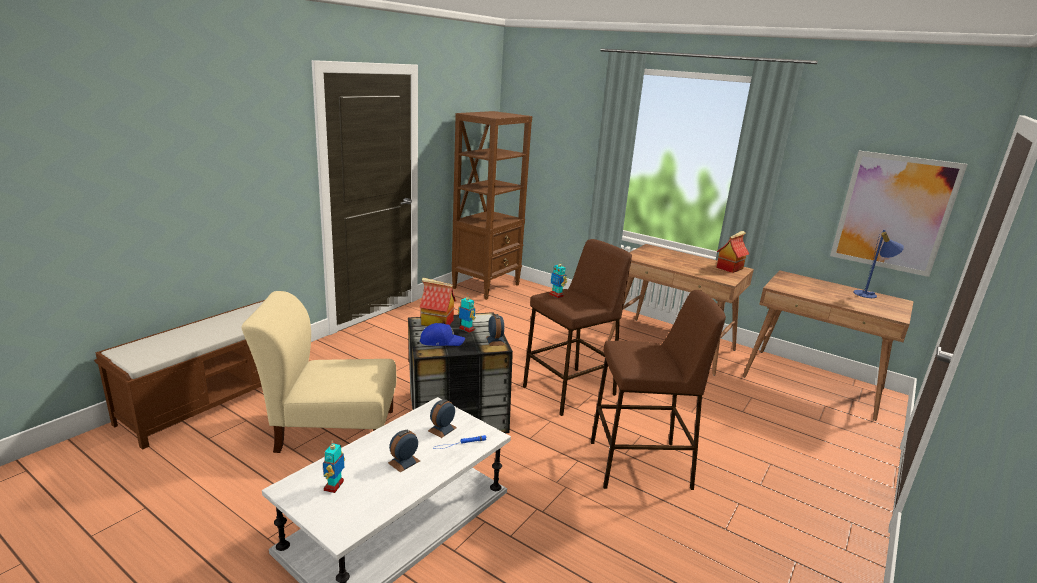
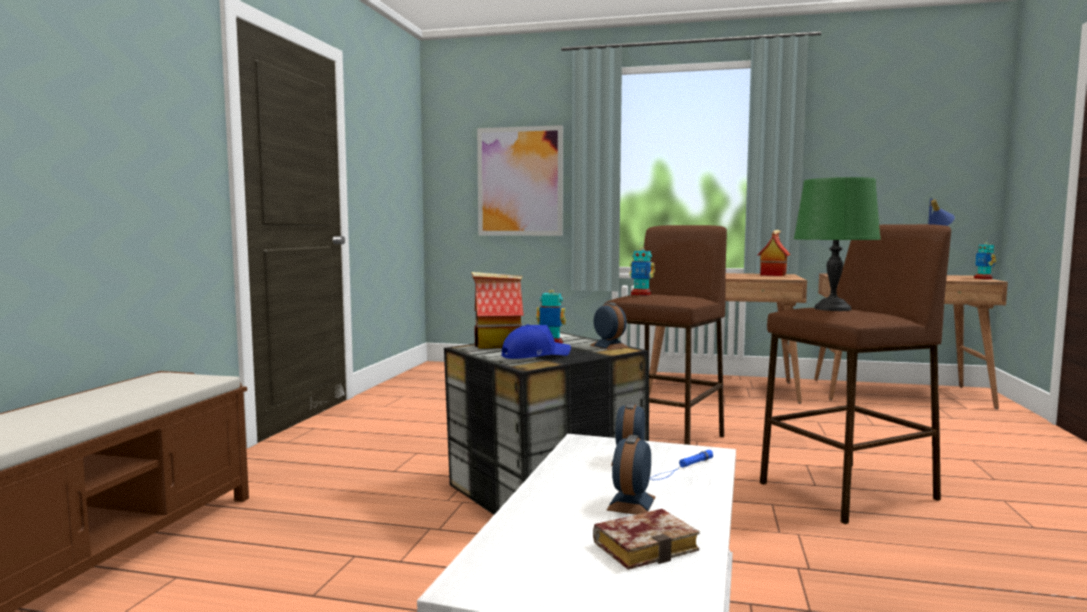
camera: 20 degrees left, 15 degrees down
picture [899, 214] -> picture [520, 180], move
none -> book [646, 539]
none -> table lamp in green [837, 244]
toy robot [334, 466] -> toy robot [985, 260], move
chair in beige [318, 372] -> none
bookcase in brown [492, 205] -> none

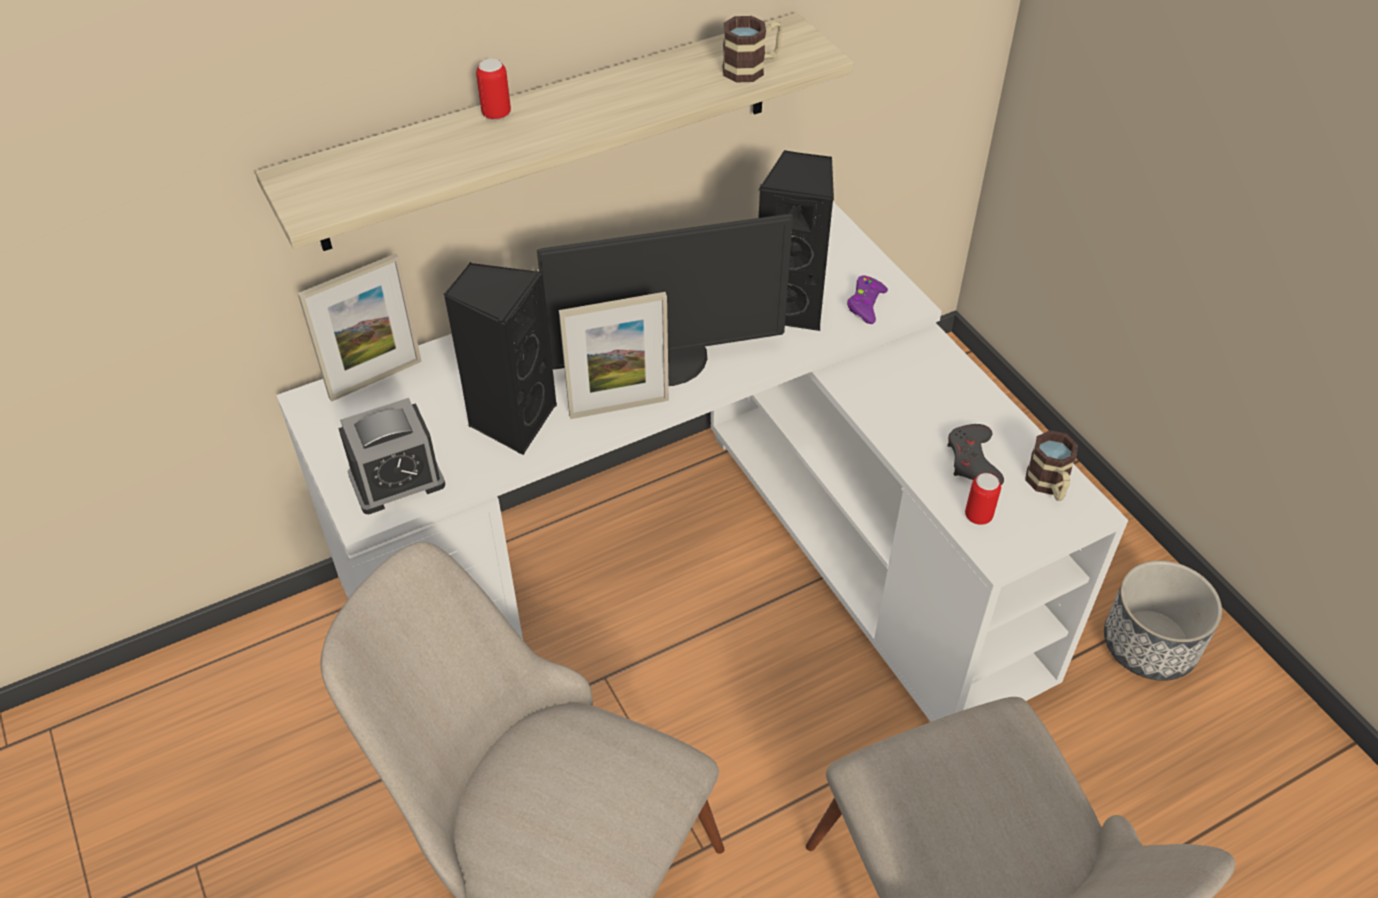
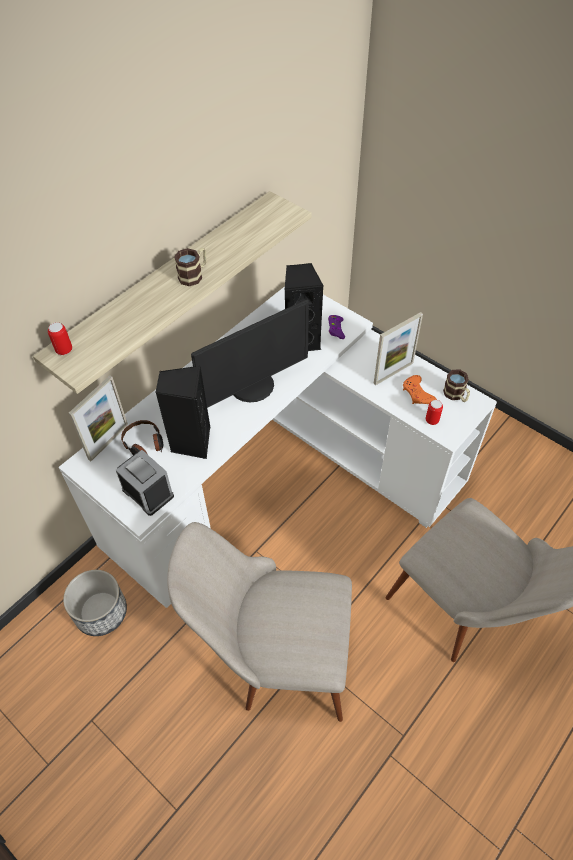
camera: 20 degrees left, 5 degrees up
can [493, 89] -> can [60, 338], move
planter [1163, 621] -> planter [95, 603], move
alarm clock [391, 456] -> alarm clock [145, 483], 90 degrees counterclockwise
none -> headphones [142, 437]
mug [752, 49] -> mug [190, 267], move
picture frame [614, 355] -> picture frame [398, 348], move
game controller in grey [975, 454] -> game controller in orange [420, 389]

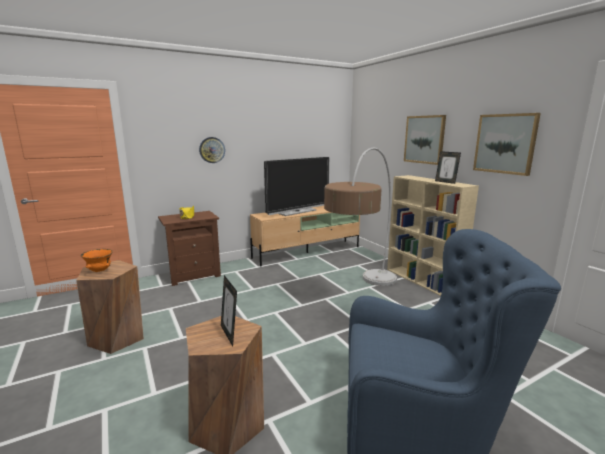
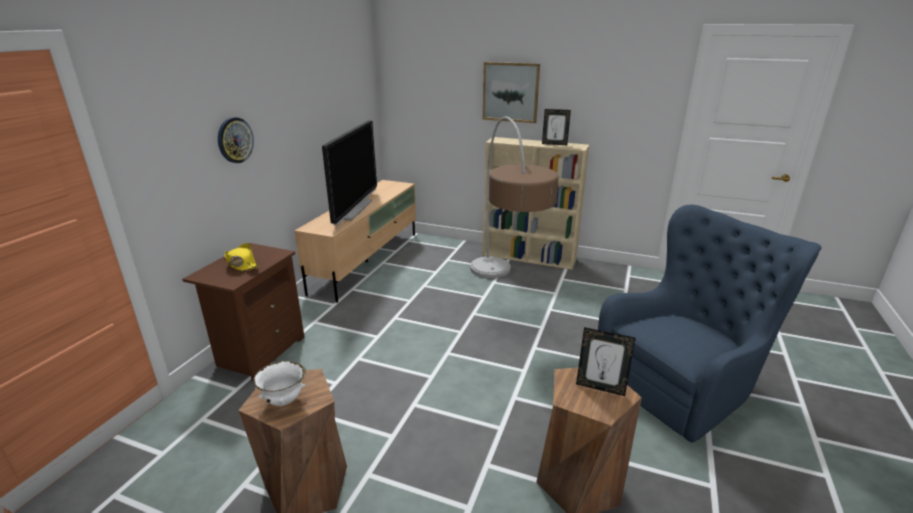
camera: 40 degrees left, 10 degrees up
bowl in orange [97, 260] -> bowl in white [279, 383]
picture [507, 144] -> none

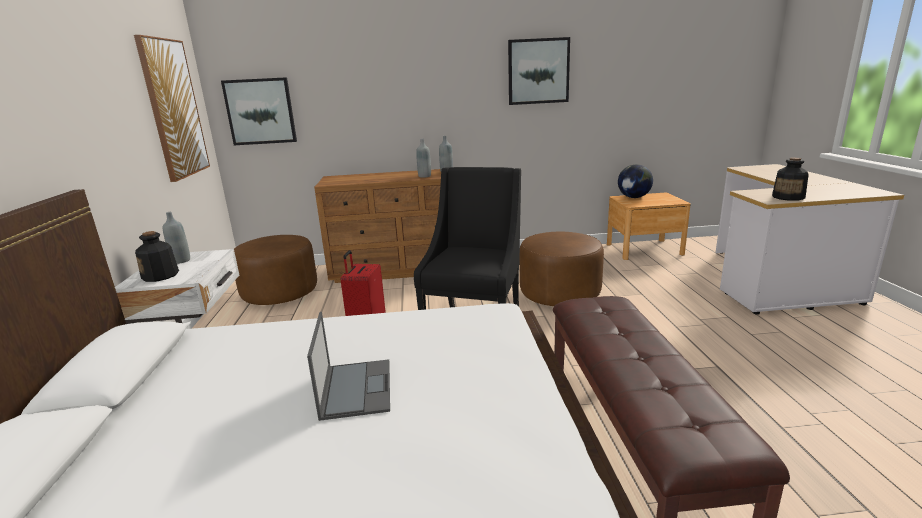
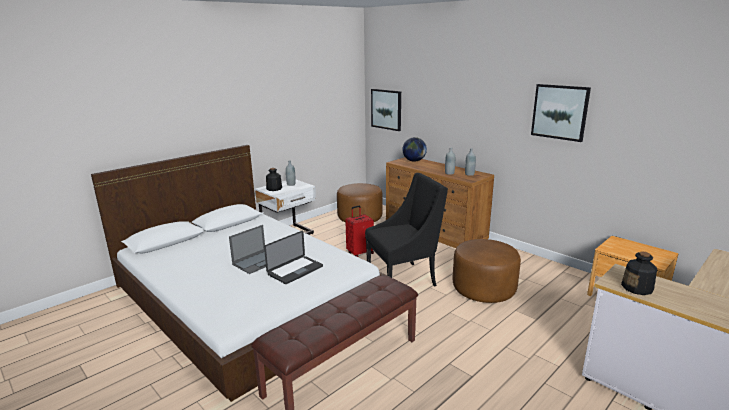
camera: 50 degrees right, 0 degrees up
none -> laptop [293, 257]
globe [635, 181] -> globe [414, 149], move
picture [172, 108] -> none

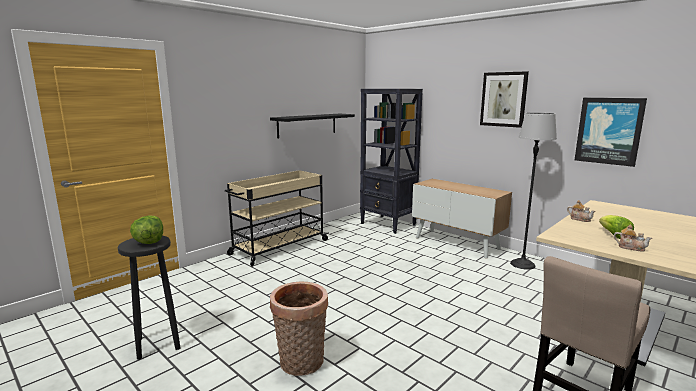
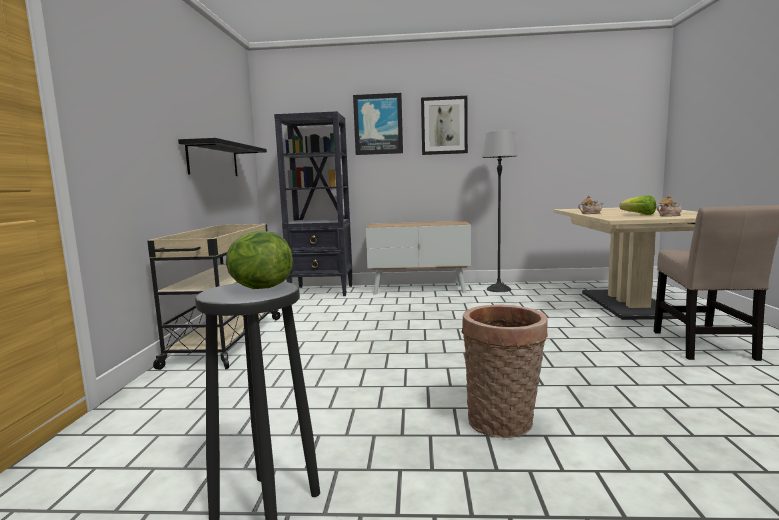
camera: 40 degrees left, 5 degrees down
picture [611, 132] -> picture [378, 124], move

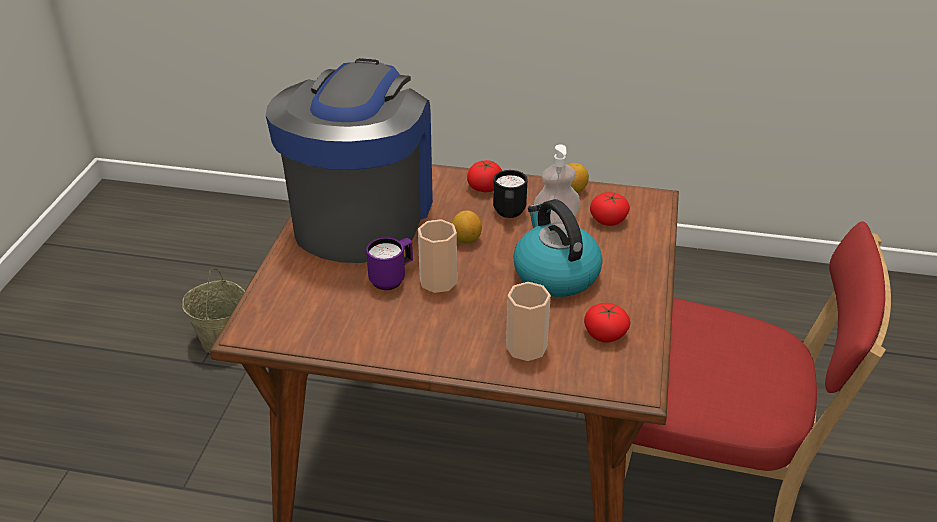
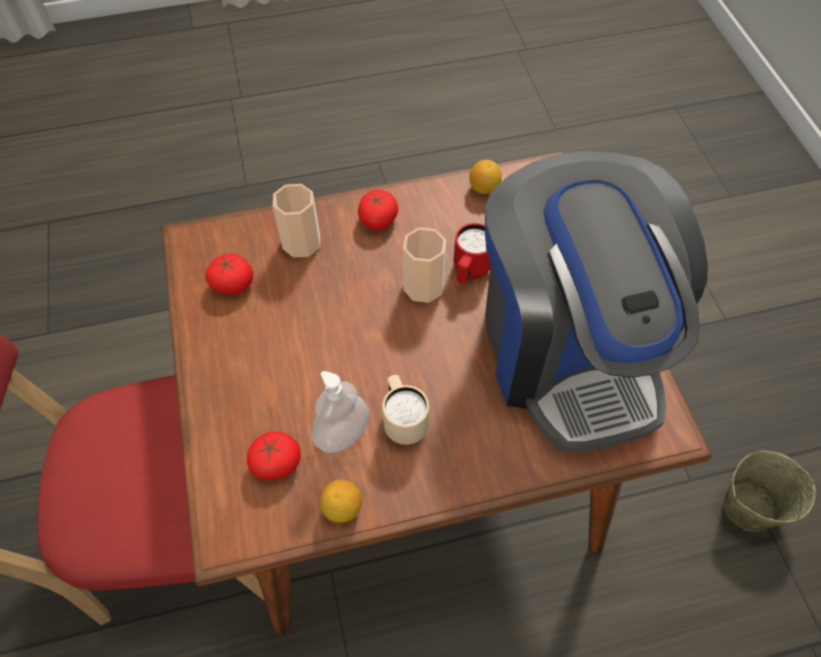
camera: 155 degrees right, 20 degrees up
tomato [484, 176] -> tomato [378, 210], move
mug in black [510, 194] -> mug in beige [405, 410]
mug in purple [389, 263] -> mug in red [472, 253]
lemon [467, 227] -> lemon [485, 177], move
kettle [558, 248] -> none

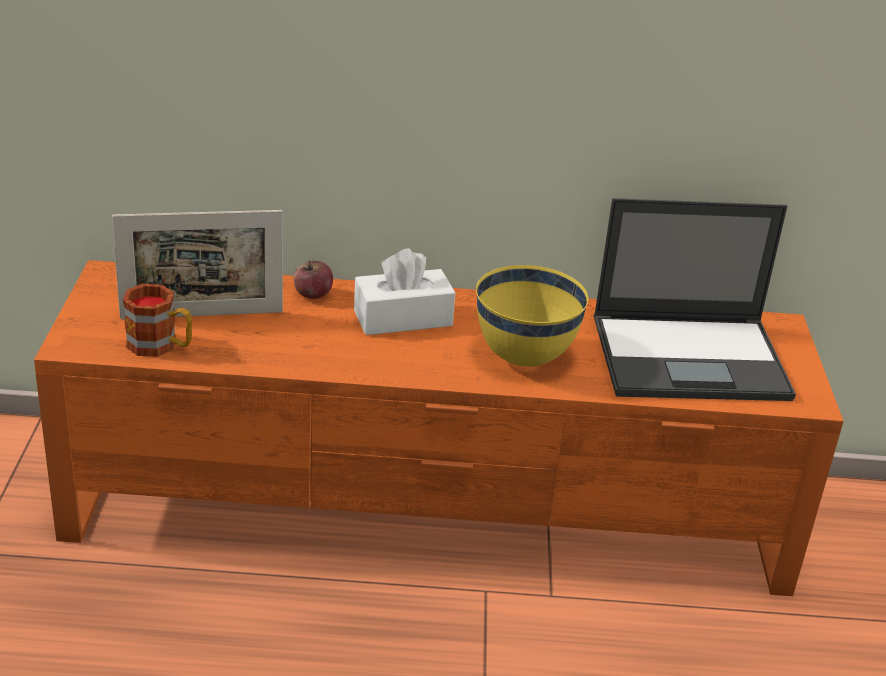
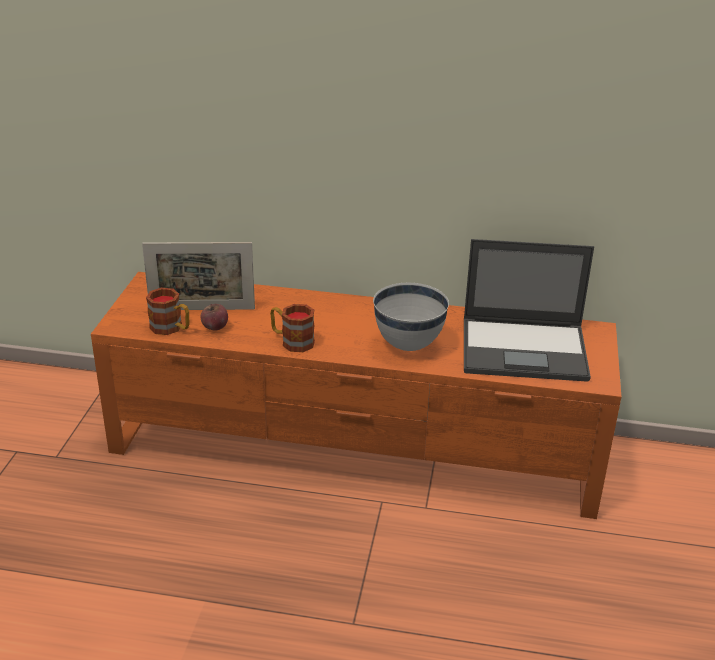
camera: 10 degrees right, 0 degrees up
apple [313, 279] -> apple [214, 317], move
none -> mug [292, 328]
bowl in yellow [532, 316] -> bowl in white [411, 317]
tissue box in white [404, 291] -> none

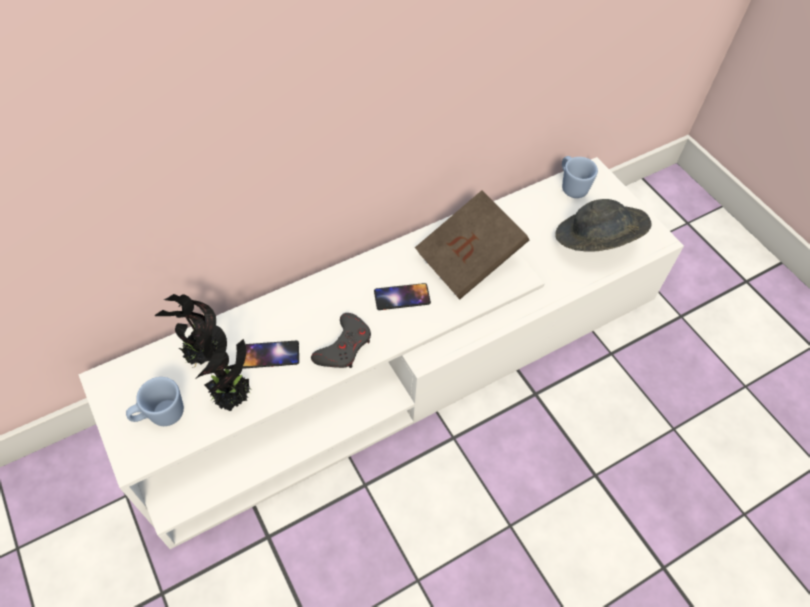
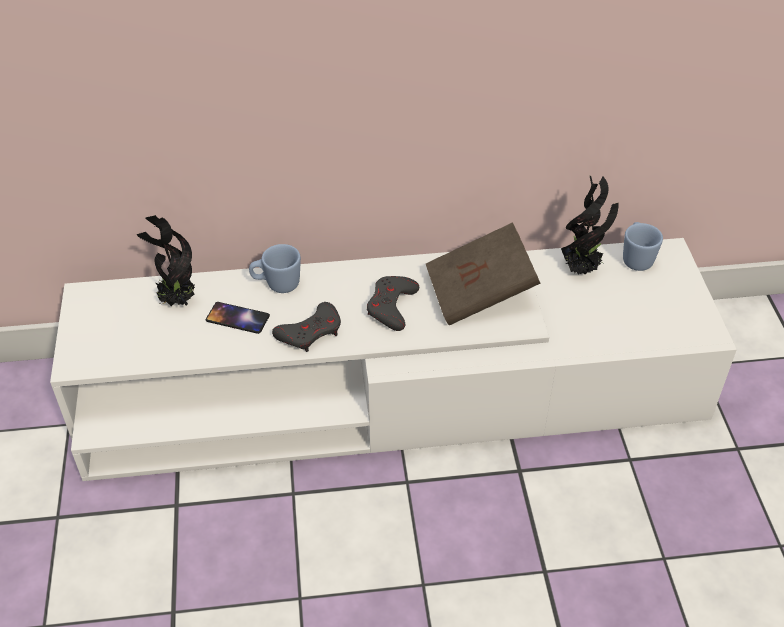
camera: 25 degrees right, 10 degrees down
mug in blue [155, 401] -> mug in blue [275, 268], move
phone [402, 296] -> game controller in grey [393, 303]
potted plant [223, 367] -> potted plant [589, 225], move
hat in grey [603, 225] -> none

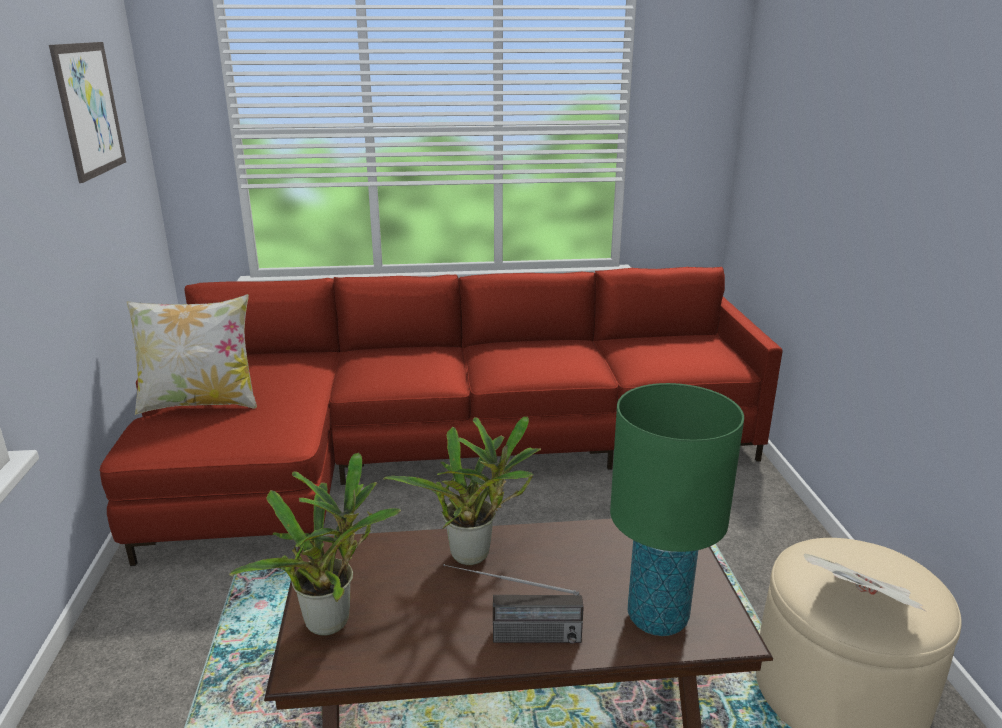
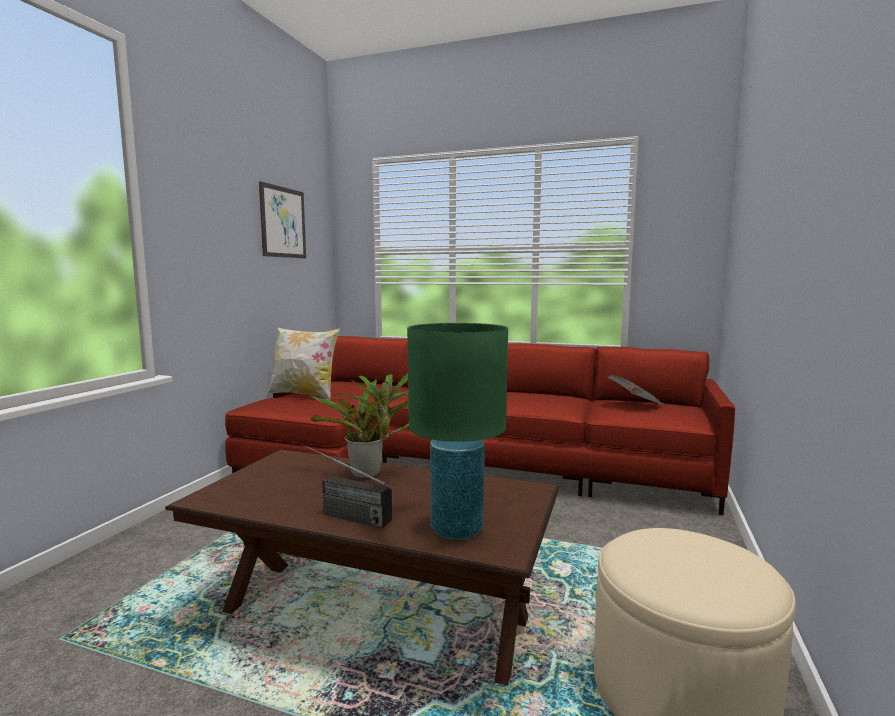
camera: 25 degrees right, 15 degrees down
newspaper [864, 582] -> newspaper [635, 389], move
potted plant [315, 544] -> none

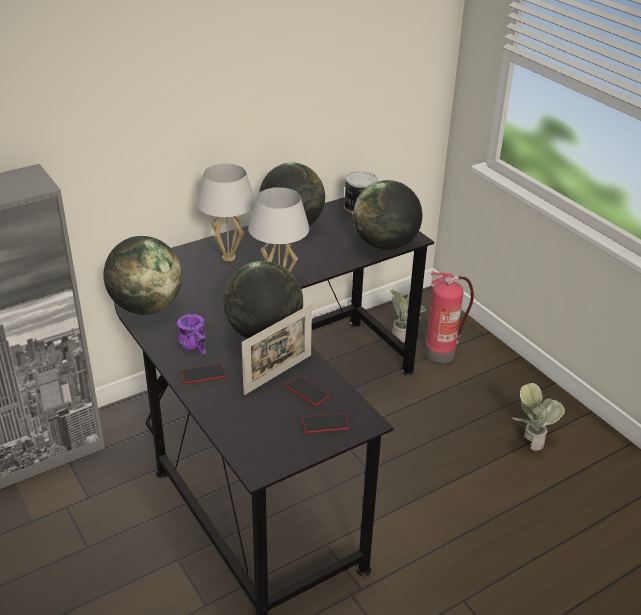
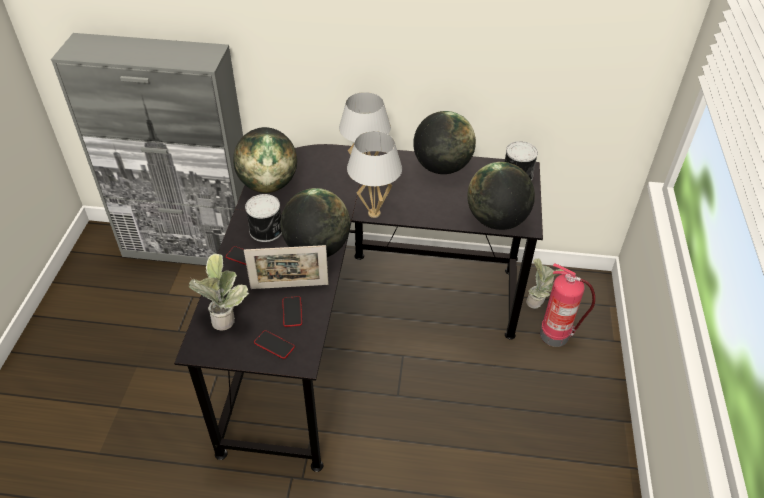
camera: 40 degrees right, 10 degrees up
potted plant [538, 417] -> potted plant [219, 292], move
mug in purple [191, 334] -> can [263, 218]

